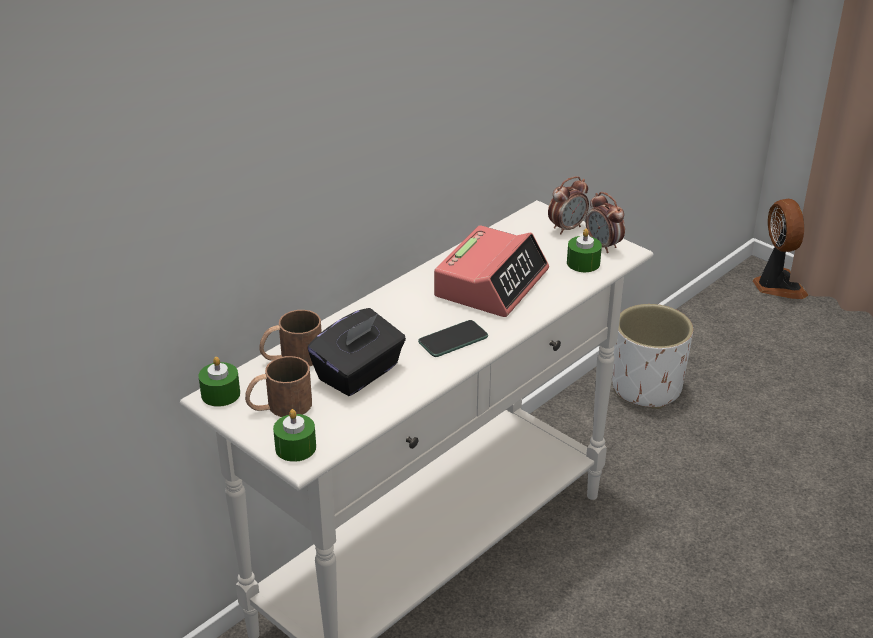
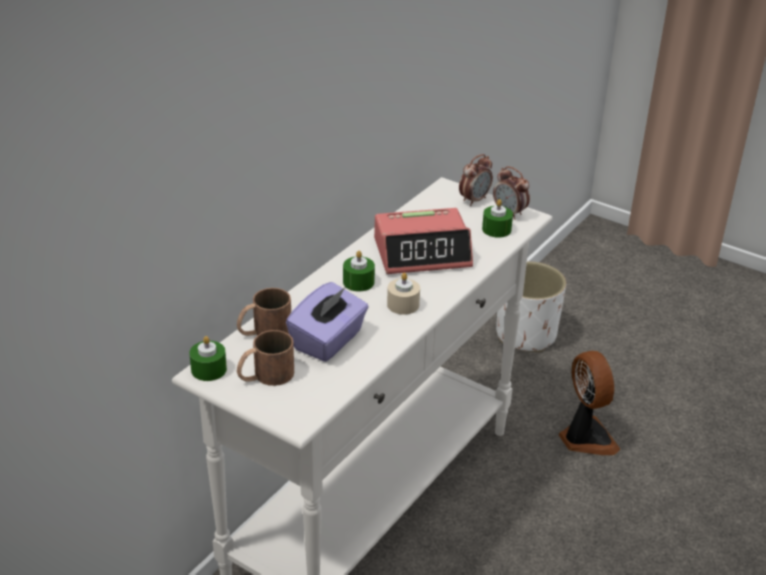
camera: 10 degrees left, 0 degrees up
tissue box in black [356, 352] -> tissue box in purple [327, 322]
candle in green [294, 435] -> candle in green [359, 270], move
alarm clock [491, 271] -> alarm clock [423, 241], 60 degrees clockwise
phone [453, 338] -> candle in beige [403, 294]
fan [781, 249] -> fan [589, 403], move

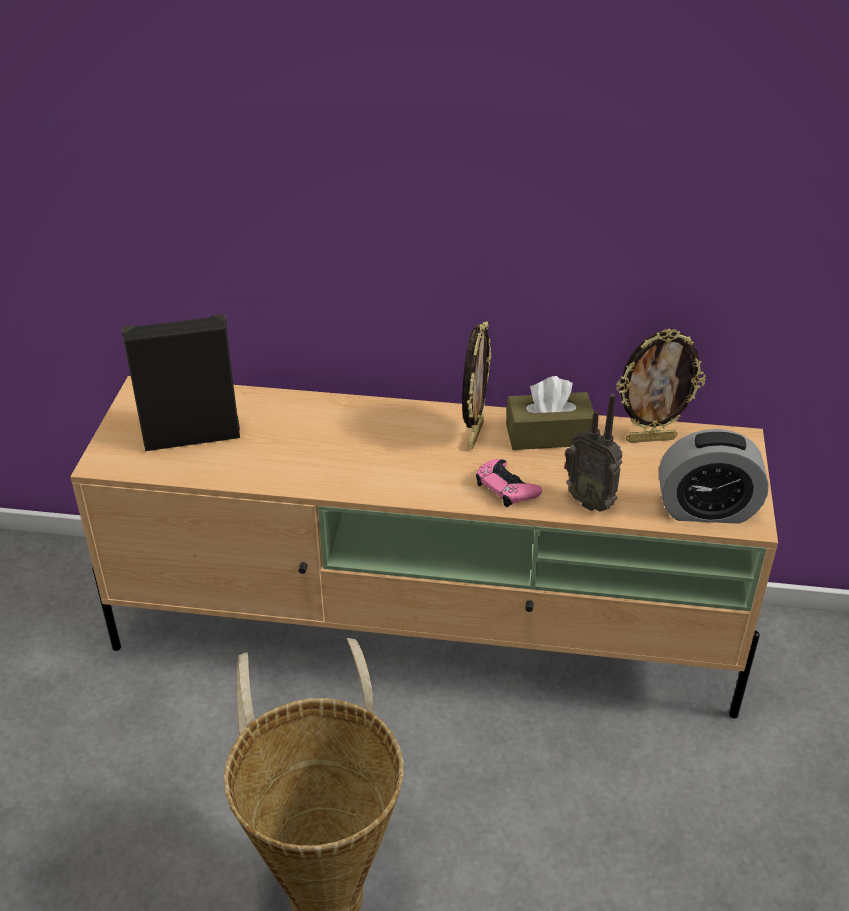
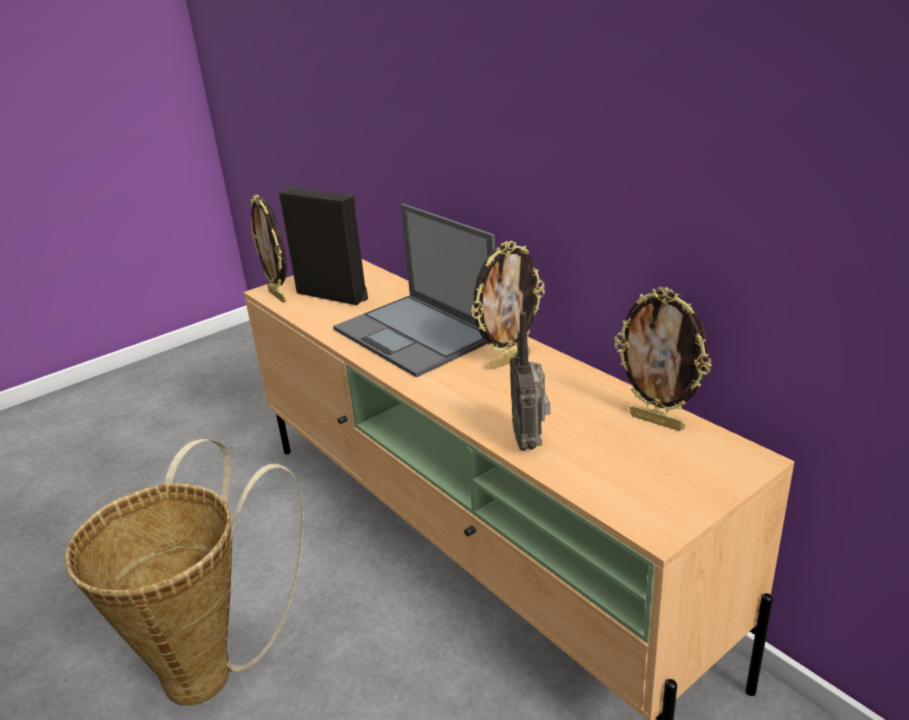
camera: 45 degrees right, 10 degrees down
none -> picture frame [268, 248]
none -> laptop [414, 291]
game controller in pink [509, 483] -> none
tissue box in brown [550, 413] -> none
alarm clock [714, 476] -> none

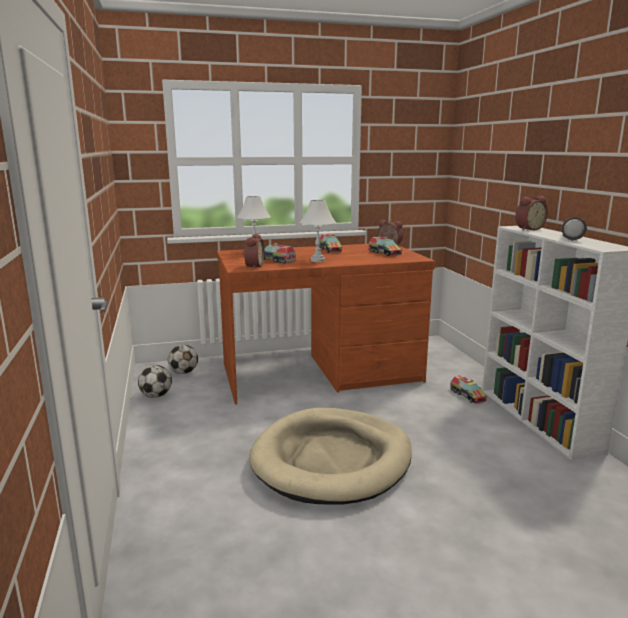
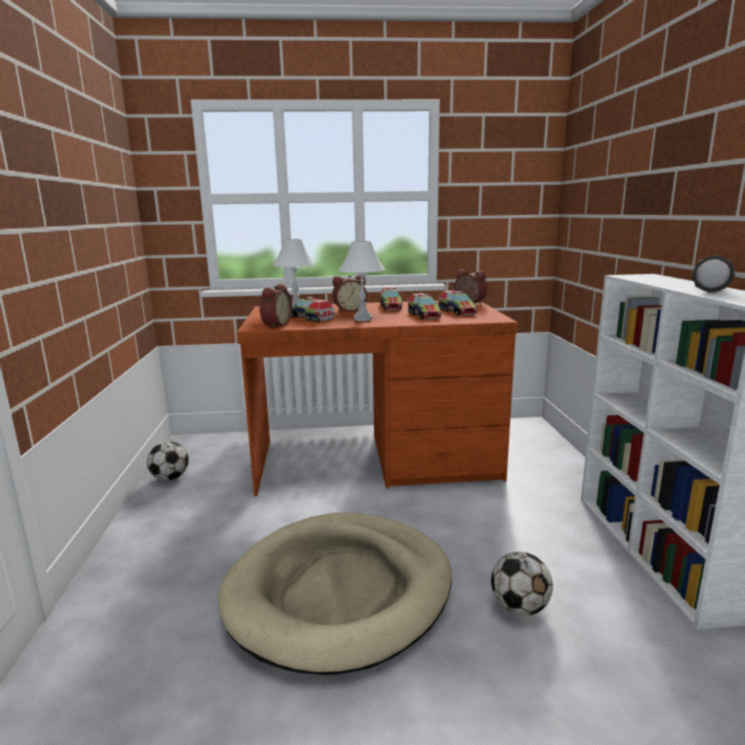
camera: 10 degrees right, 0 degrees up
alarm clock [531, 213] -> alarm clock [349, 294], move
toy truck [468, 389] -> toy truck [425, 306], move
football [183, 359] -> football [522, 583], move

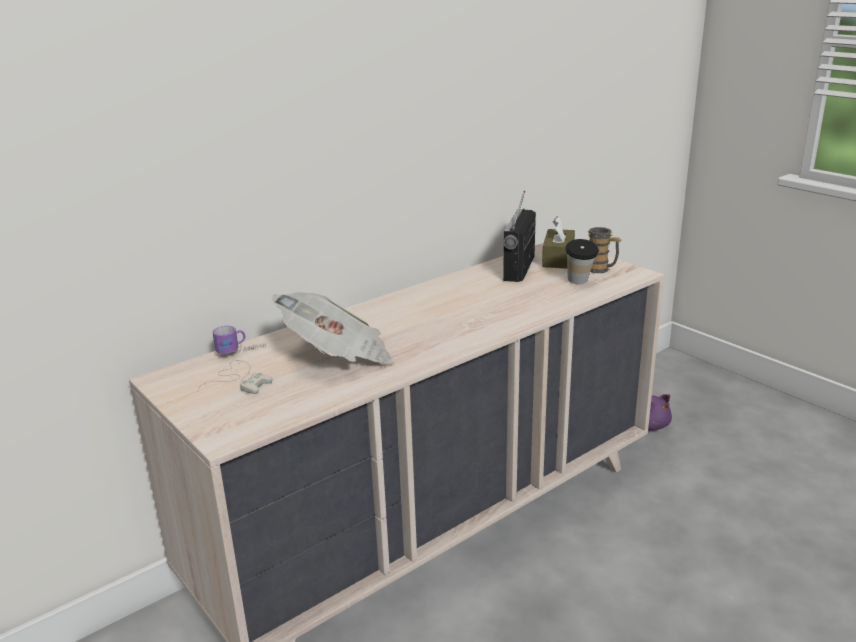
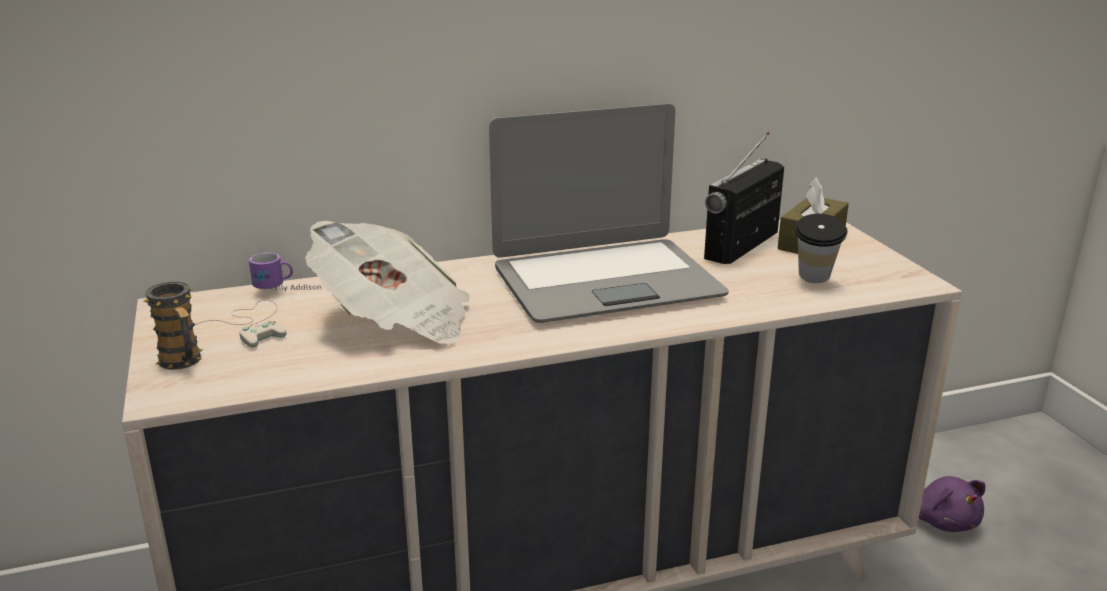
camera: 20 degrees right, 0 degrees up
mug [604, 250] -> mug [173, 326], move
none -> laptop [609, 213]

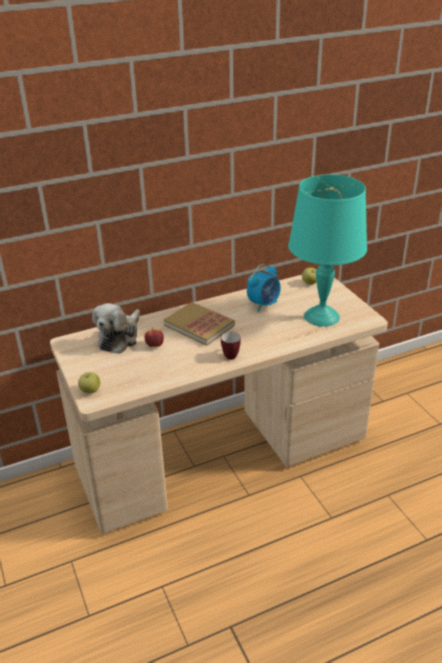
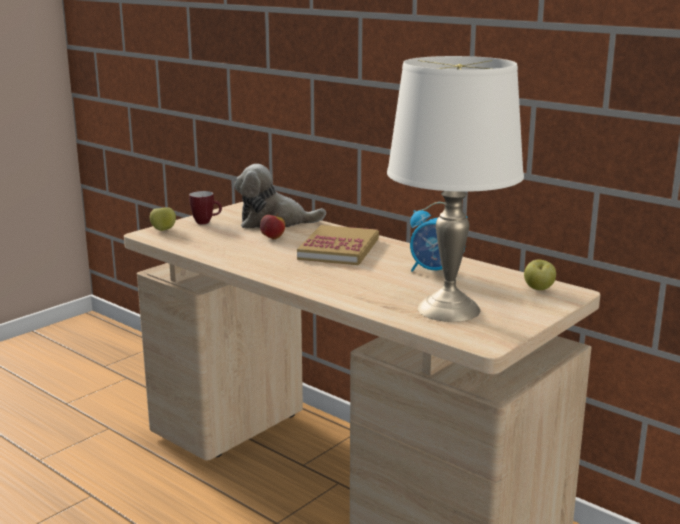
camera: 65 degrees right, 15 degrees down
mug [231, 346] -> mug [205, 207], move
table lamp in turquoise [327, 250] -> table lamp in white [455, 189]

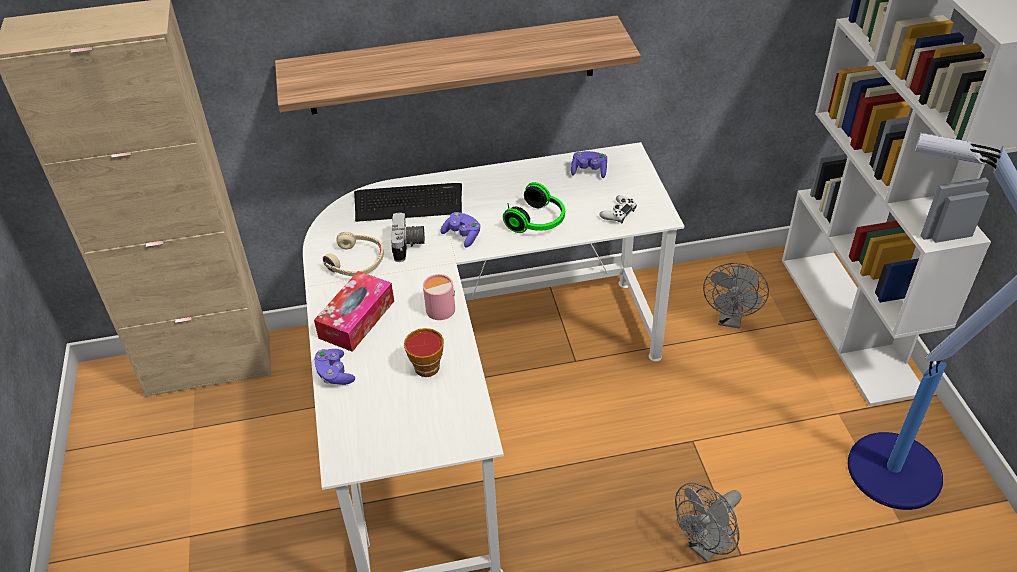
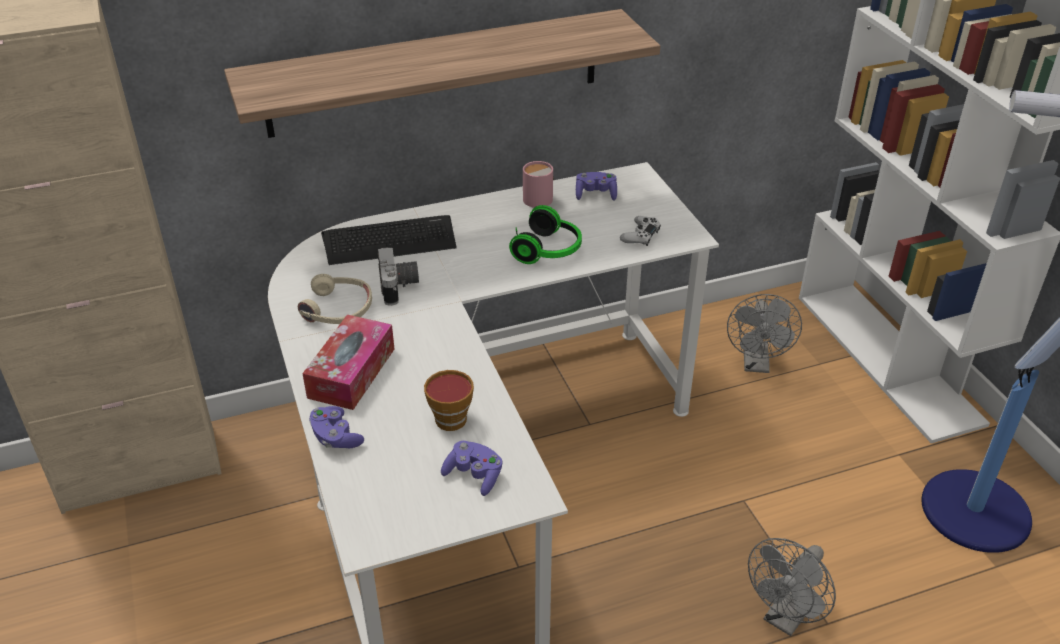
camera: 10 degrees left, 5 degrees down
game controller in purple [460, 230] -> game controller in purple [471, 468], move
mug in pink [439, 297] -> mug in pink [538, 184], move

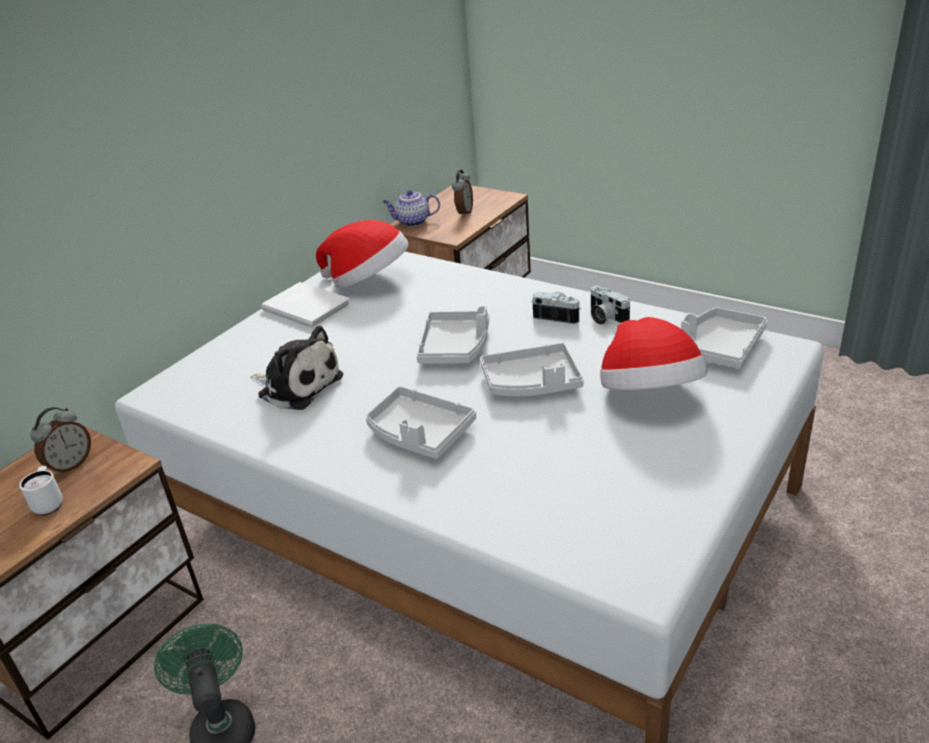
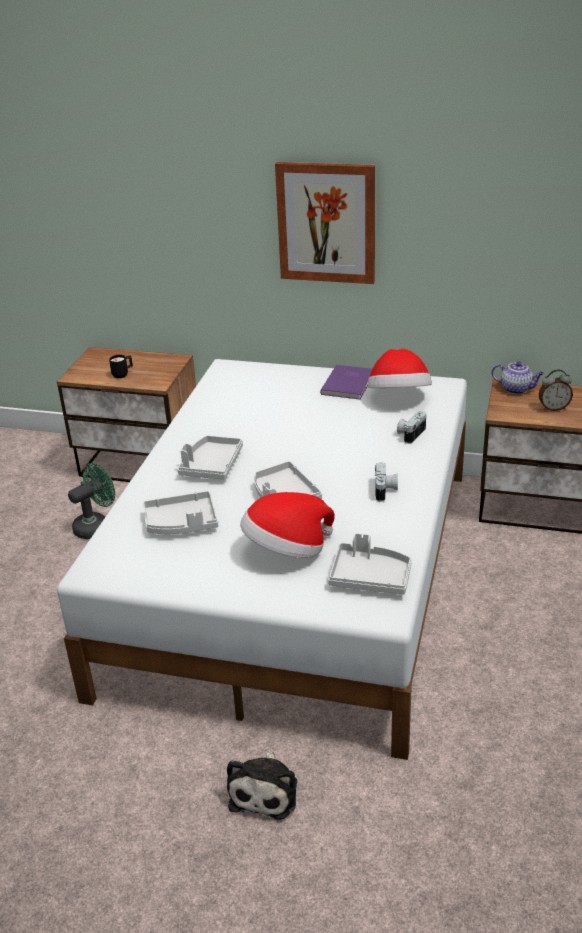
camera: 70 degrees right, 0 degrees up
mug in white [41, 490] -> mug in black [121, 366]
tray in grey [453, 335] -> tray in grey [180, 512], move
plush toy [296, 368] -> plush toy [262, 785], move
none -> picture [325, 223]
book in white [306, 305] -> book in purple [346, 382]
photo camera [610, 305] -> photo camera [411, 427], move
teapot [411, 208] -> teapot [518, 378], 135 degrees clockwise
alarm clock [61, 441] -> none

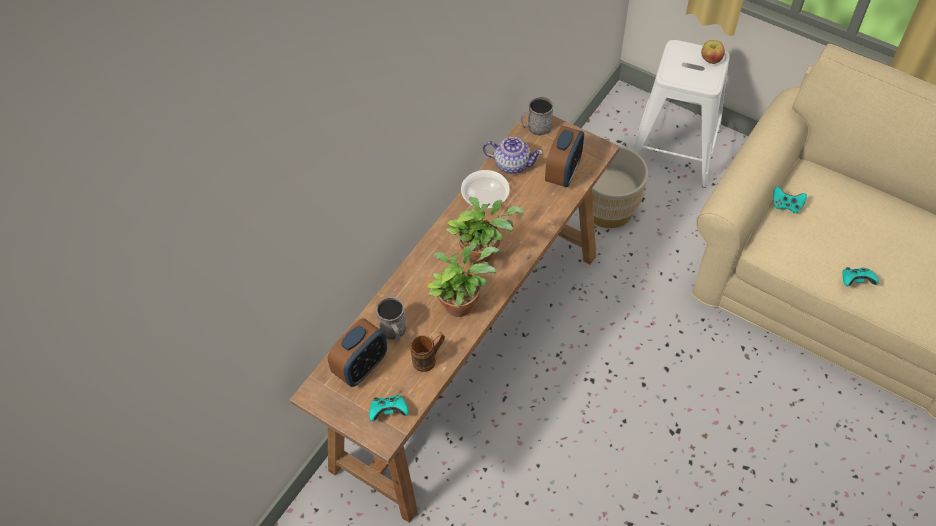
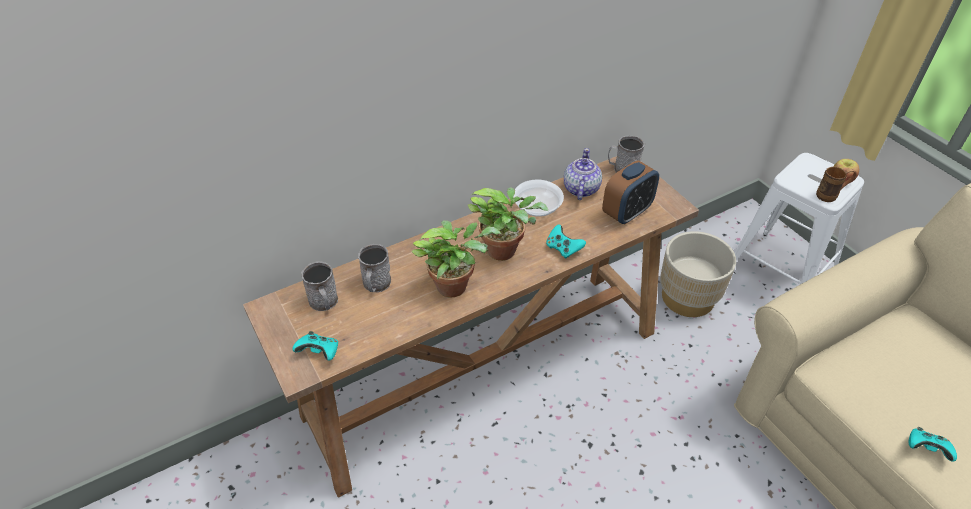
camera: 25 degrees right, 10 degrees down
alarm clock [357, 352] -> mug in grey [319, 286]
game controller in turquoise [790, 200] -> game controller in turquoise [566, 241], move
teapot [513, 155] -> teapot [583, 174], 120 degrees counterclockwise
mug in brown [427, 352] -> mug in brown [836, 184], move

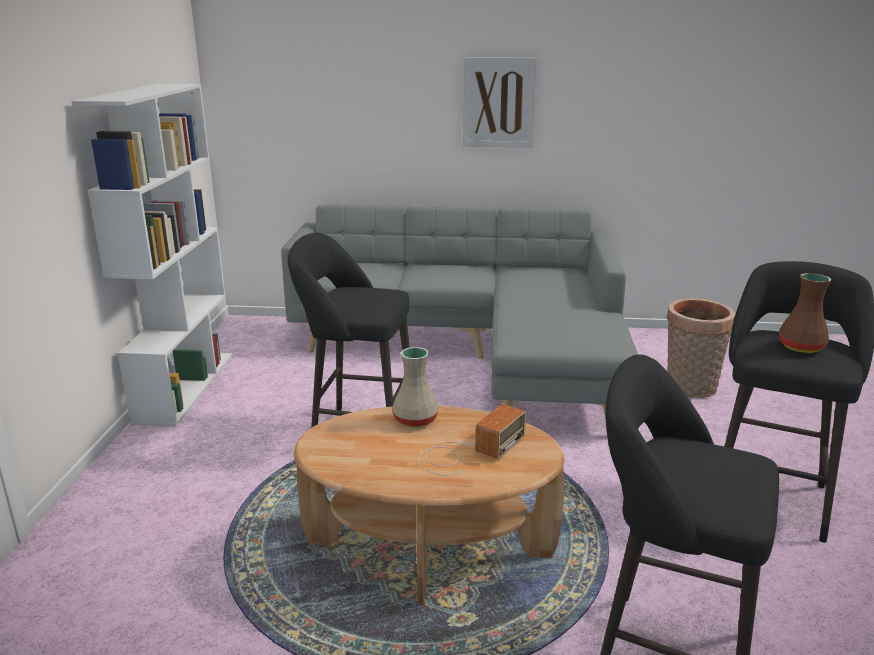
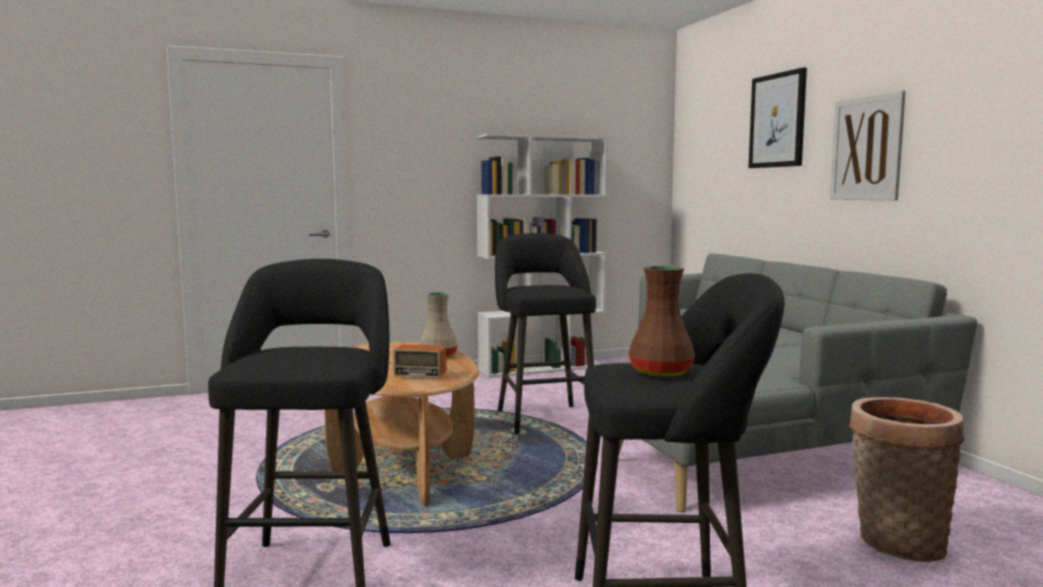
camera: 65 degrees right, 15 degrees down
none -> picture [778, 117]

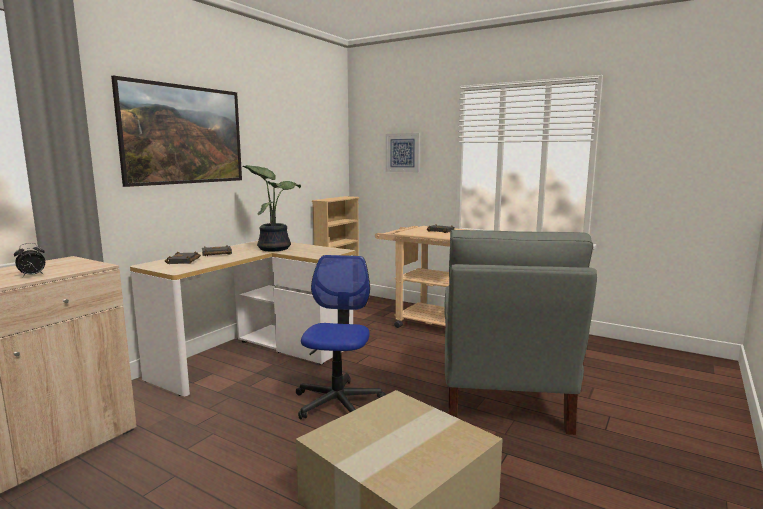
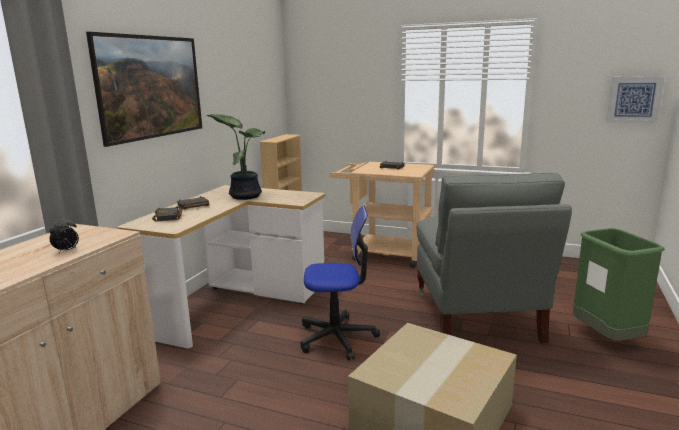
camera: 10 degrees left, 5 degrees up
office chair [341, 337] -> office chair [340, 282], 90 degrees clockwise
none -> trash can in green [619, 284]
picture [403, 152] -> picture [635, 99], move

